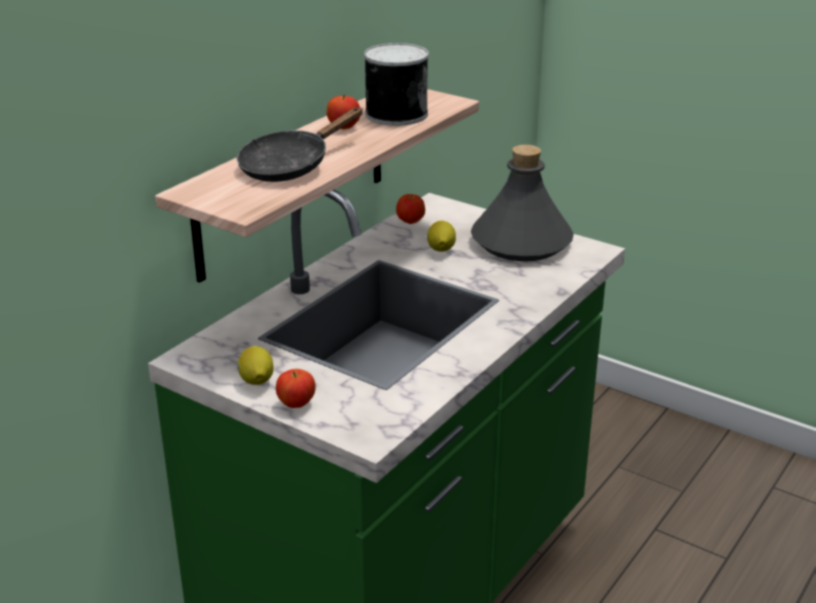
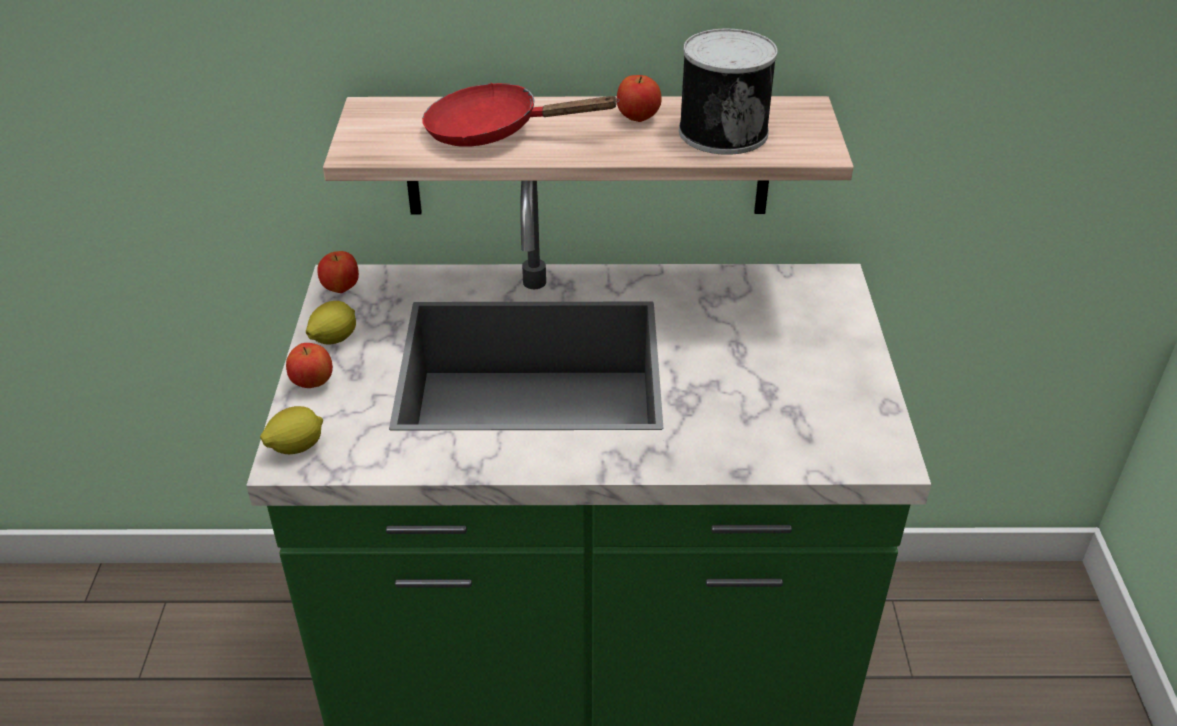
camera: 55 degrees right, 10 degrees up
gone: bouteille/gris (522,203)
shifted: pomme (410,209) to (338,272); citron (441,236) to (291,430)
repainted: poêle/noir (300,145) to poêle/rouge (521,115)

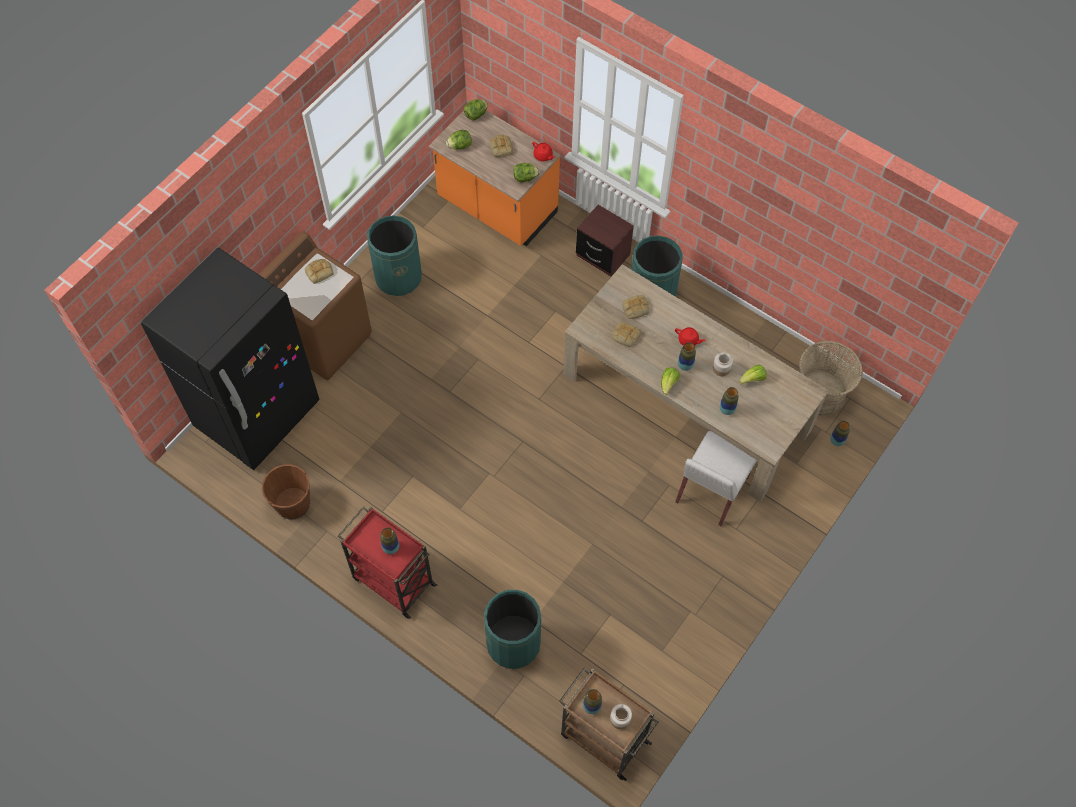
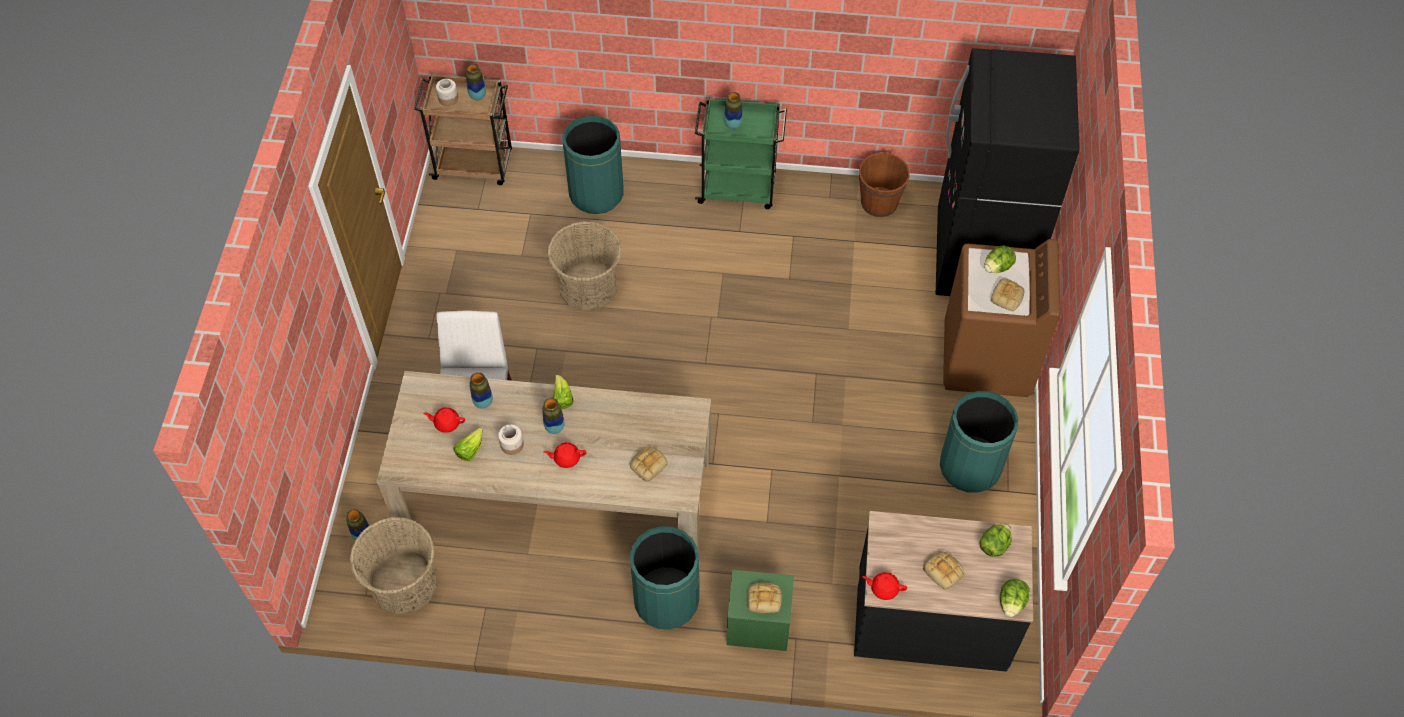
camera: 150 degrees right, 5 degrees down
new: théière/rouge (444,420); panier (584,266)
shifted: laitue (526,172) to (1000,259); pain (626,334) to (764,597)
repainted: chariot/rouge (387,562) to chariot/vert (741,153); comptoir de cuisine/orange (495,178) to comptoir de cuisine/noir (943,591); table de chevet/marron (605,241) to table de chevet/vert (760,610)

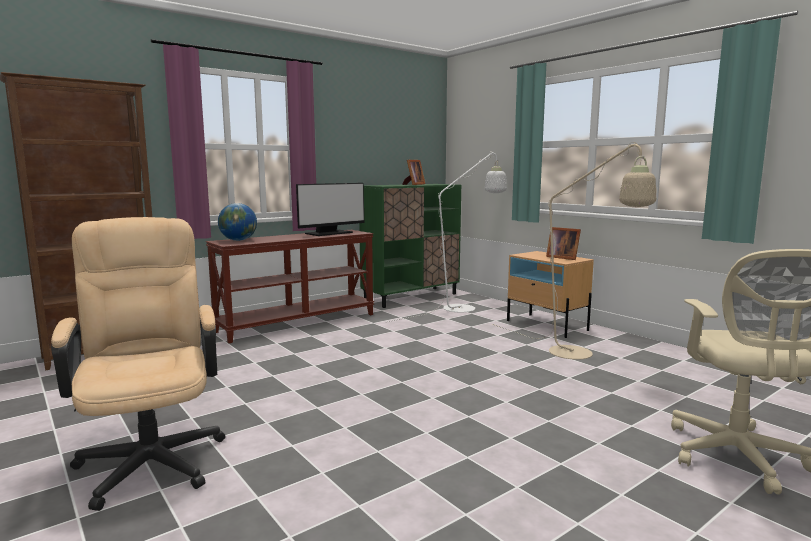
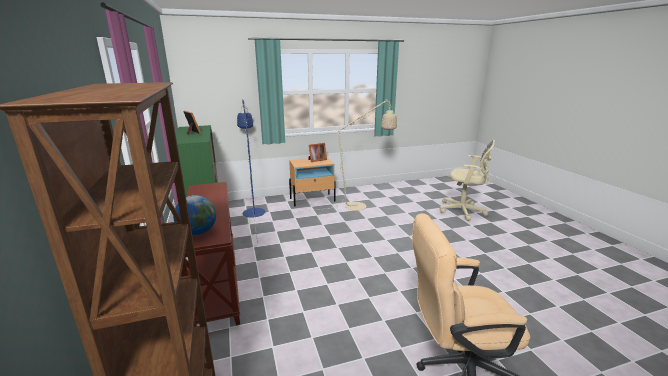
camera: 70 degrees left, 10 degrees up
gone: écran d'ordinateur (330,209)
repainted: lampadaire/blanc (447,236) to lampadaire/bleu (251,170)

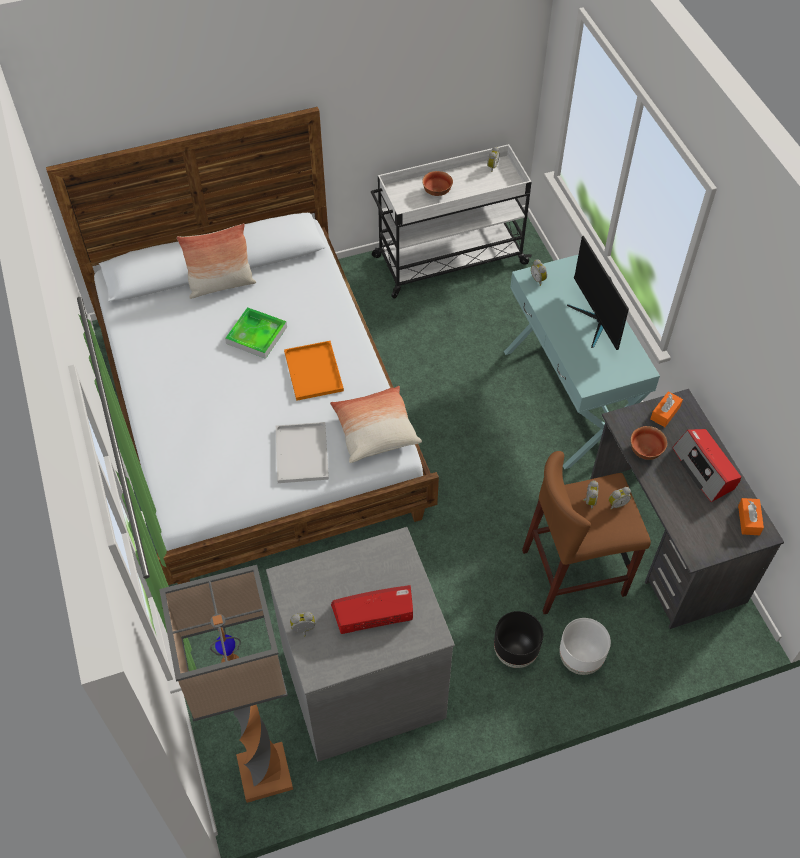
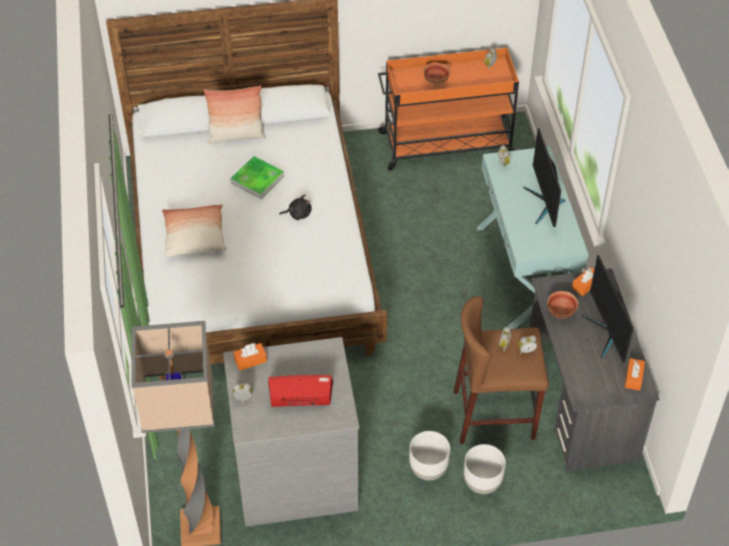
camera: 10 degrees right, 5 degrees down
gone: plateau/blanc (302,452)
new: boîte à mouchoirs/orange (250,357)
shifted: coussin (376,424) to (194,230)
swapped: plateau/orange (314,371) to peluche/noir (295,207); radio (707,466) to écran d'ordinateur (608,309)
repainted: chariot/blanc (451,221) to chariot/orange (449,109); cache-pot/noir (518,639) to cache-pot/blanc (429,455)

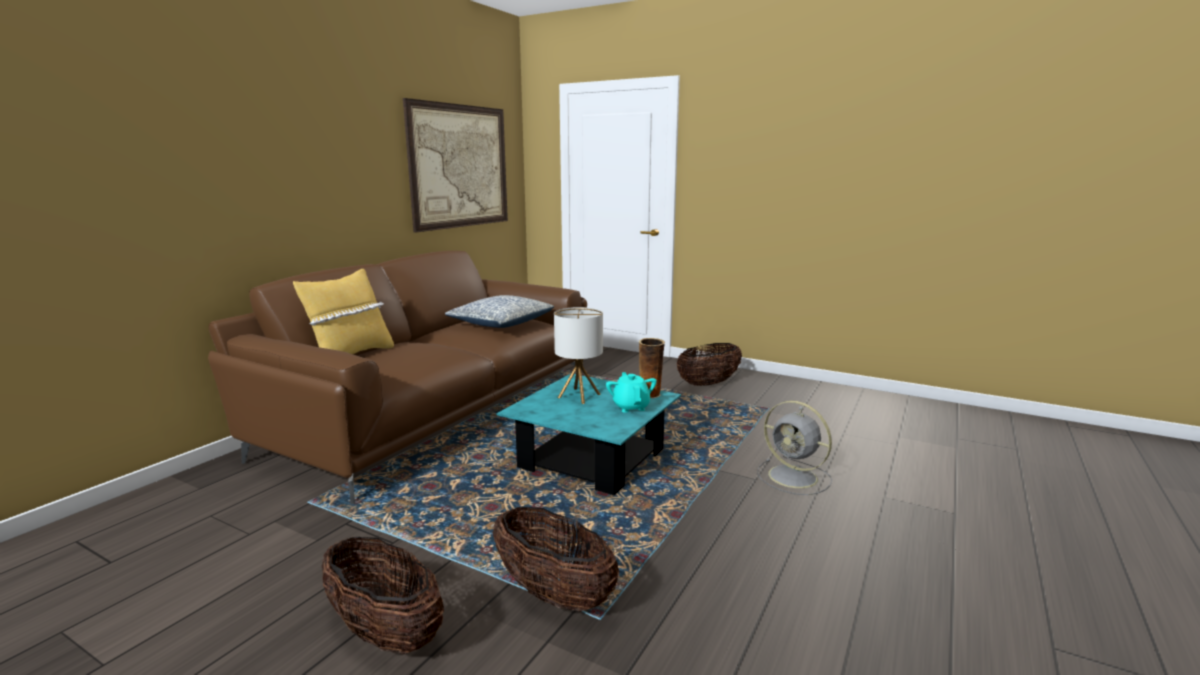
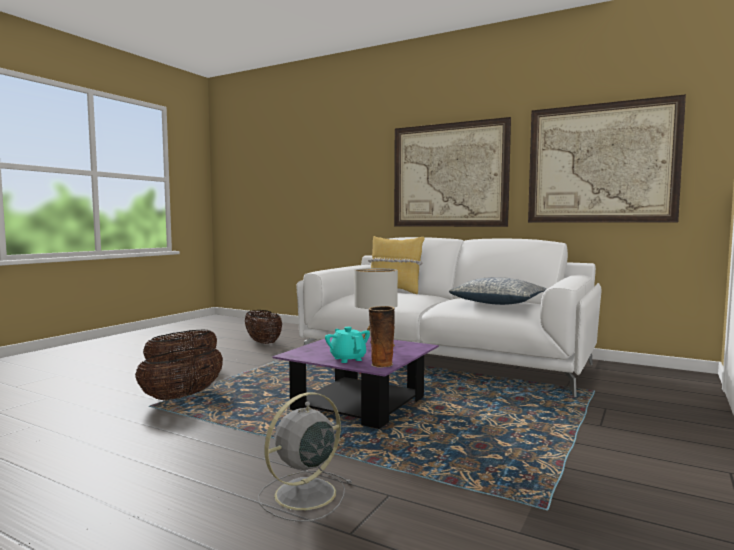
camera: 90 degrees right, 10 degrees down
new: tableau (452,172)
shifted: panier (709,364) to (263,327)
repainted: canapé/marron (397,377) to canapé/blanc (449,317); table basse/turquoise (588,434) to table basse/violet (355,383)
rotated: théière/turquoise (631,392) = (347,345) 105 degrees counterclockwise

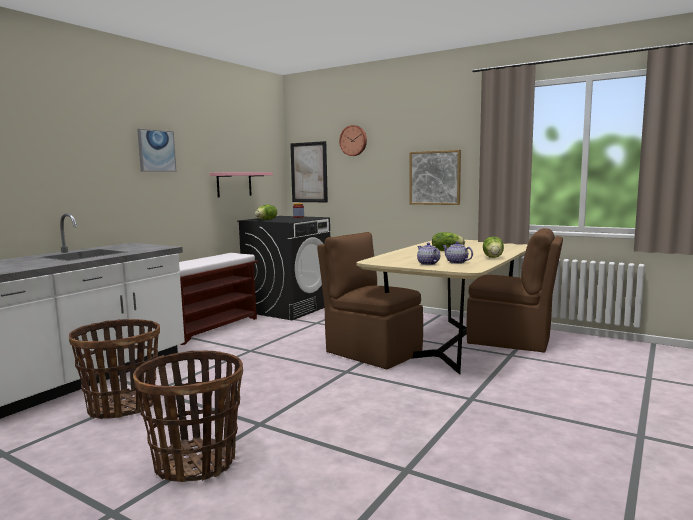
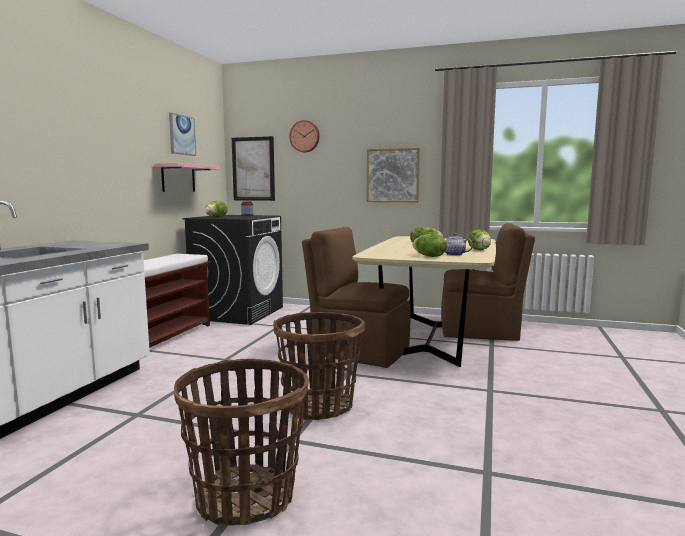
camera: 15 degrees left, 0 degrees up
shifted: panier (114,369) to (319,366); tableau (157,150) to (182,134)
swapped: théière (428,254) to laitue (429,245)

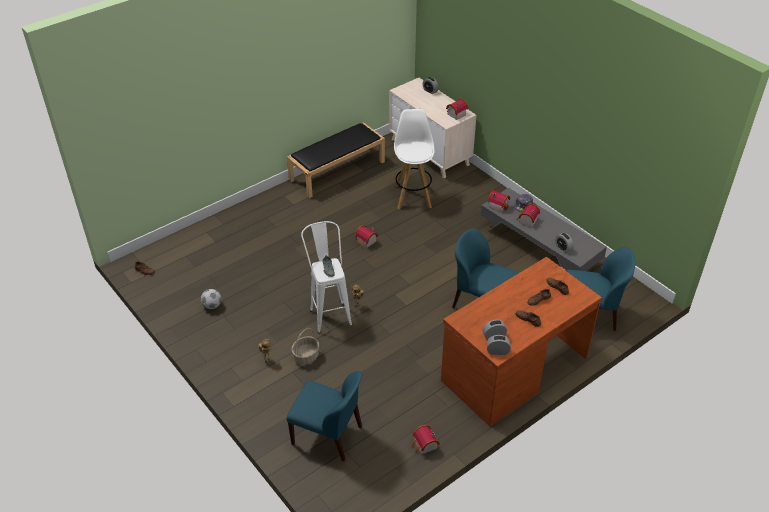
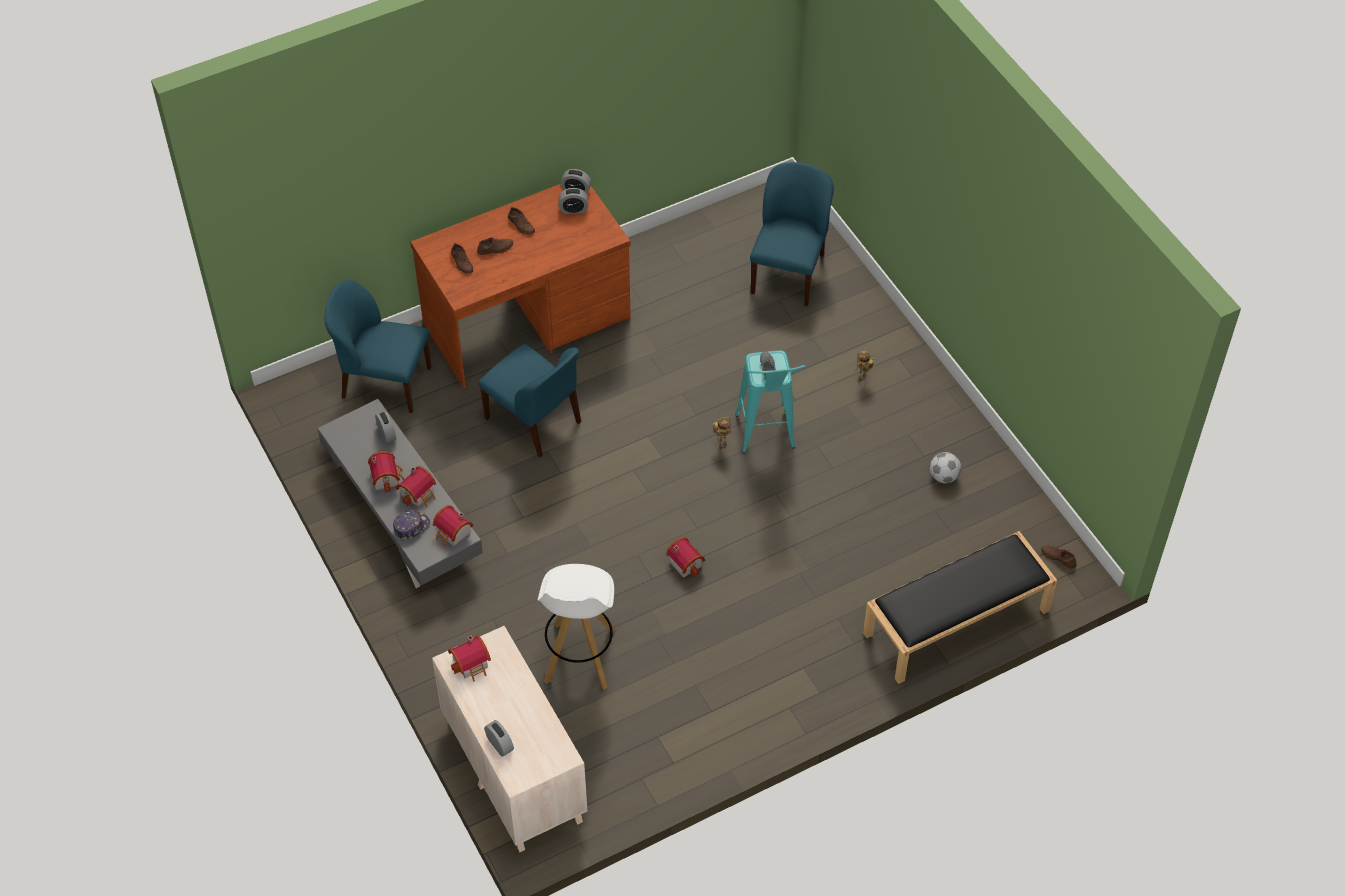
camera: 170 degrees left, 10 degrees up
gone: panier (305,346)
shifted: banc/noir (336,160) to (960,607); maison miniature (425,439) to (386,472)
repainted: tabouret/blanc (326,277) to tabouret/turquoise (770,402)
rotated: chaise/bleu (324,416) = (792,234) 75 degrees clockwise

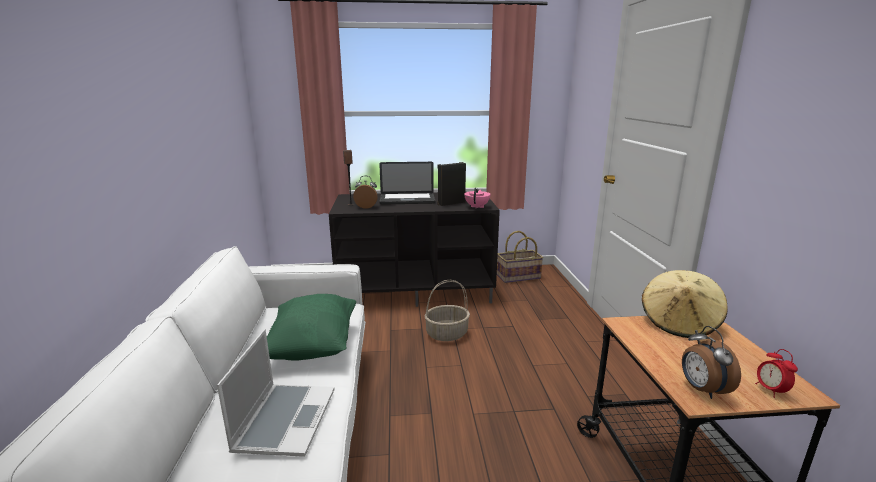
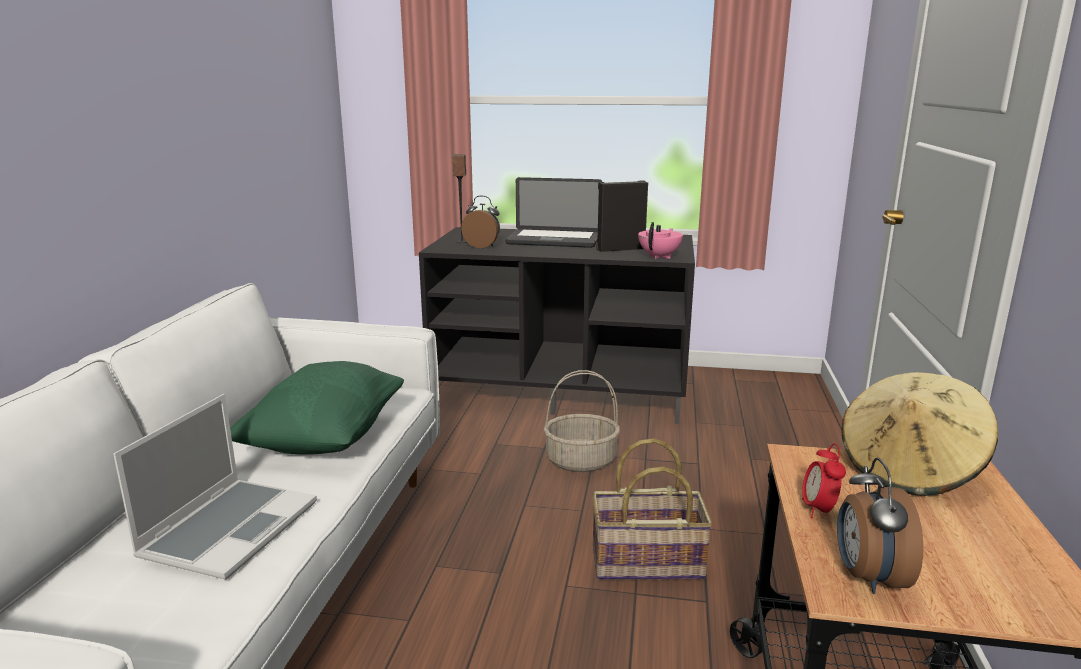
camera: 15 degrees right, 0 degrees up
shifted: panier (520,257) to (652,509); réveil (776,373) to (824,480)

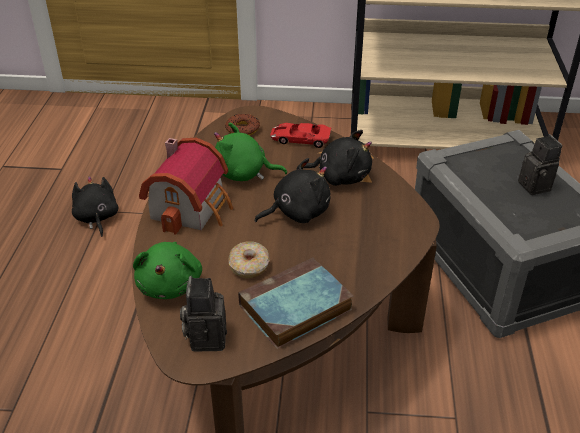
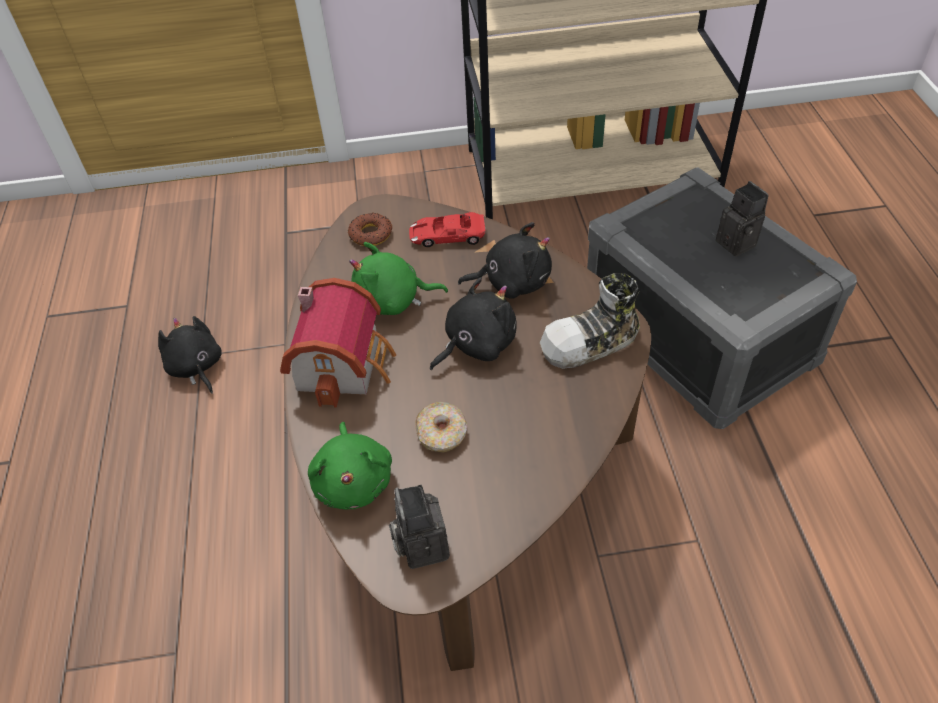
camera: 10 degrees left, 10 degrees up
gone: livre (295,303)
new: chaussure (590,321)

